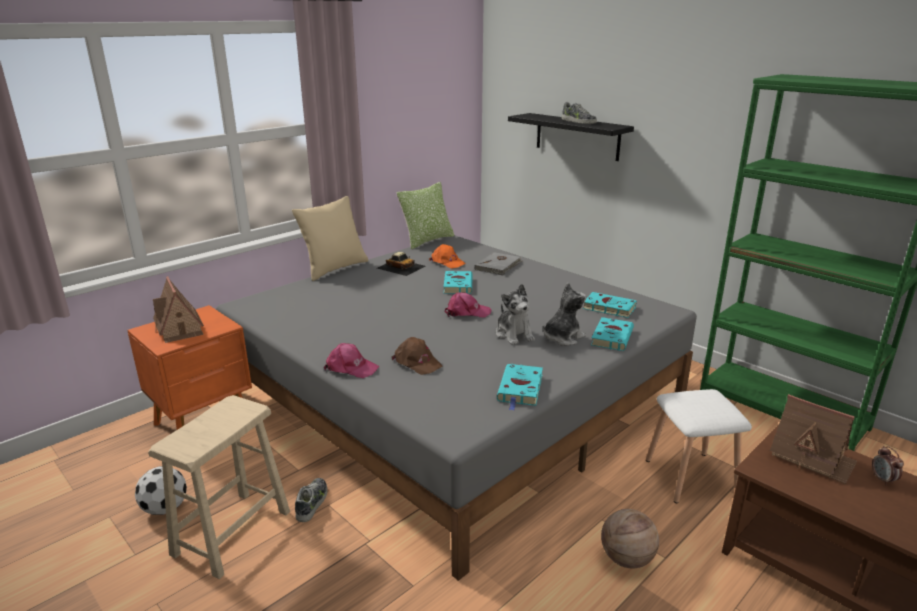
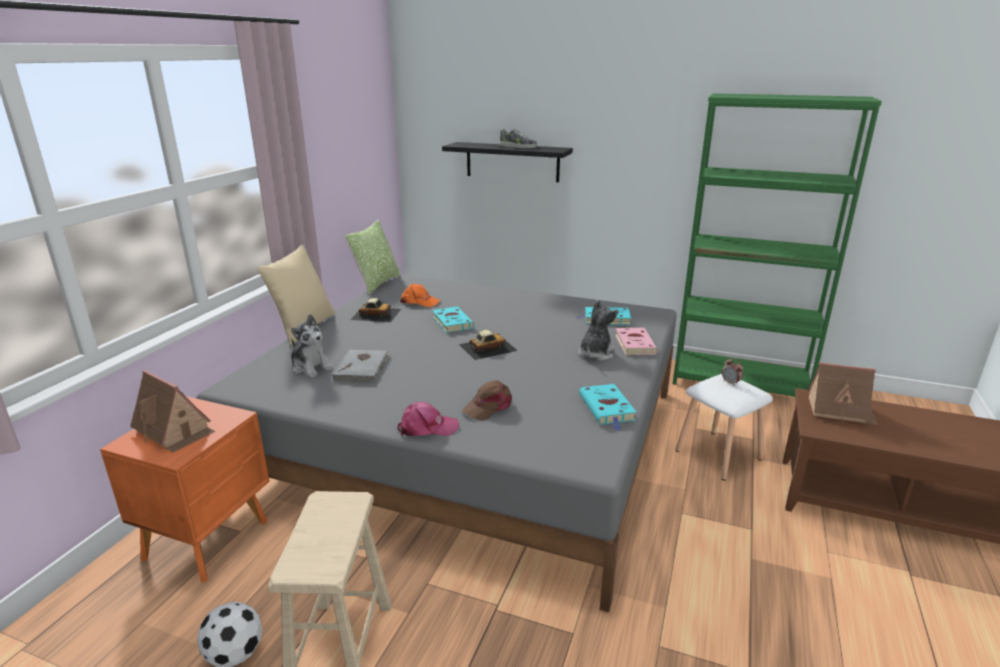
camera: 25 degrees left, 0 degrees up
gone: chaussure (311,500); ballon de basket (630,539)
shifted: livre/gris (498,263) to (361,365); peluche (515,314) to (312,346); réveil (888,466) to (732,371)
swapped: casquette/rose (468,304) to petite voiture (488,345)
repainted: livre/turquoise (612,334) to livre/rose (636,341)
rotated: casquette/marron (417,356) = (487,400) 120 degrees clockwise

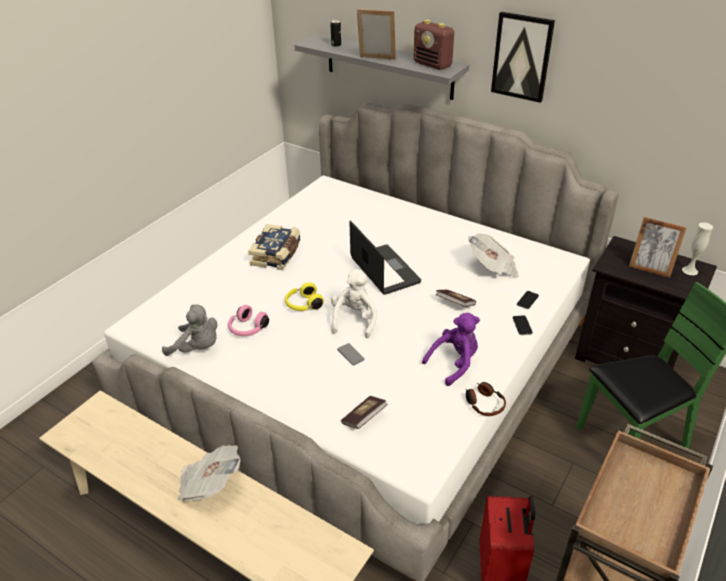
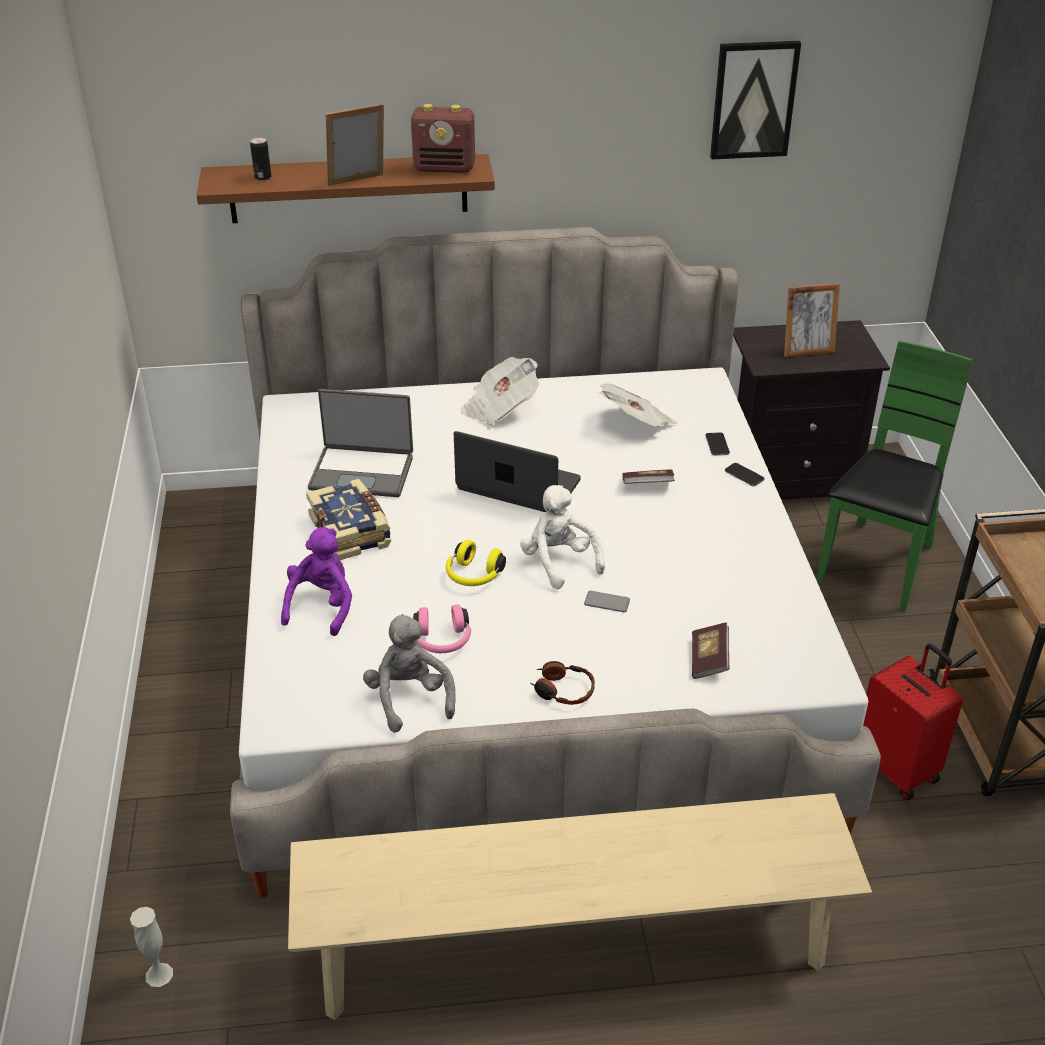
camera: 40 degrees left, 0 degrees up
new: ordinateur portable (360,443)
shifted: journal (209,473) to (500,391); peluche/violet (451,349) to (316,581); casque audio (486,399) to (562,683); tableau (523,57) to (755,100); vase/blanc (697,248) to (151,947)
repainted: étagère/gris (381,67) to étagère/marron (345,188)
rotated: peluche/gris (189,330) = (409,673) 90 degrees counterclockwise

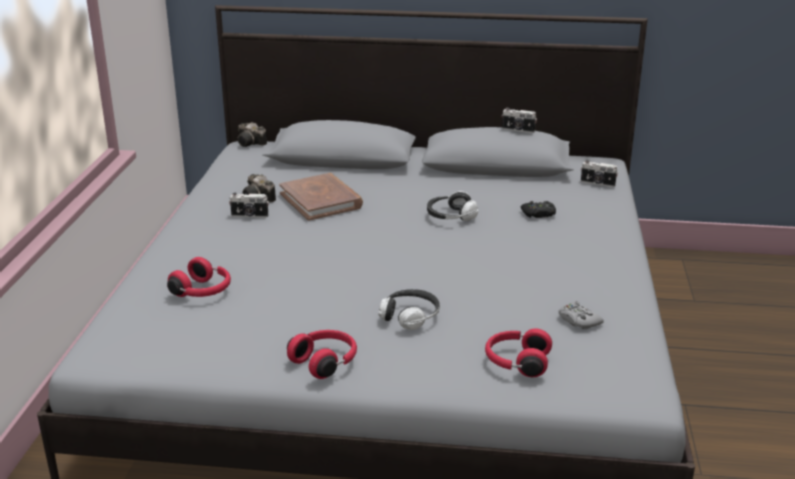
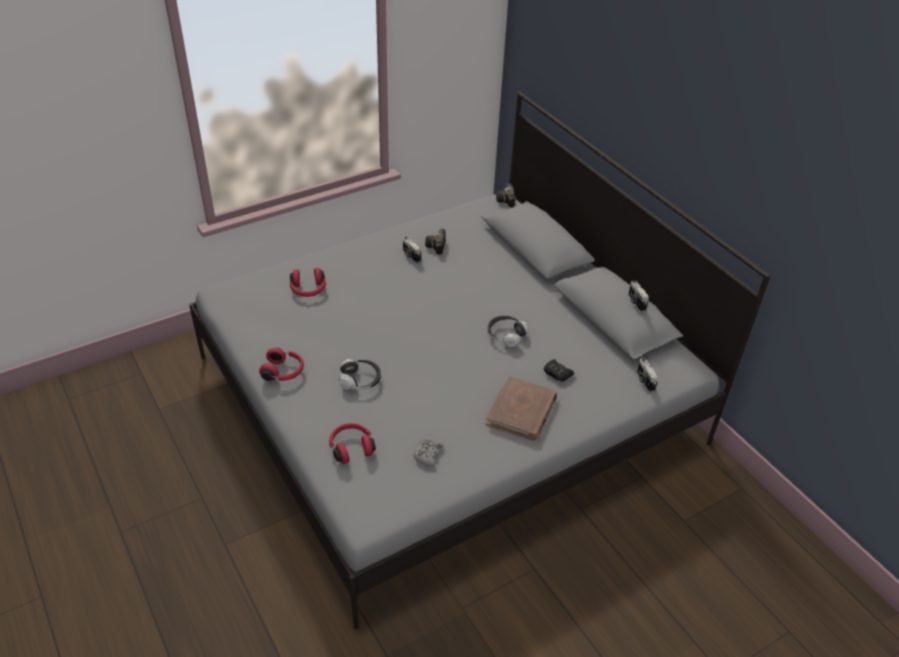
camera: 50 degrees right, 15 degrees up
shifted: livre/marron (321,197) to (521,408)

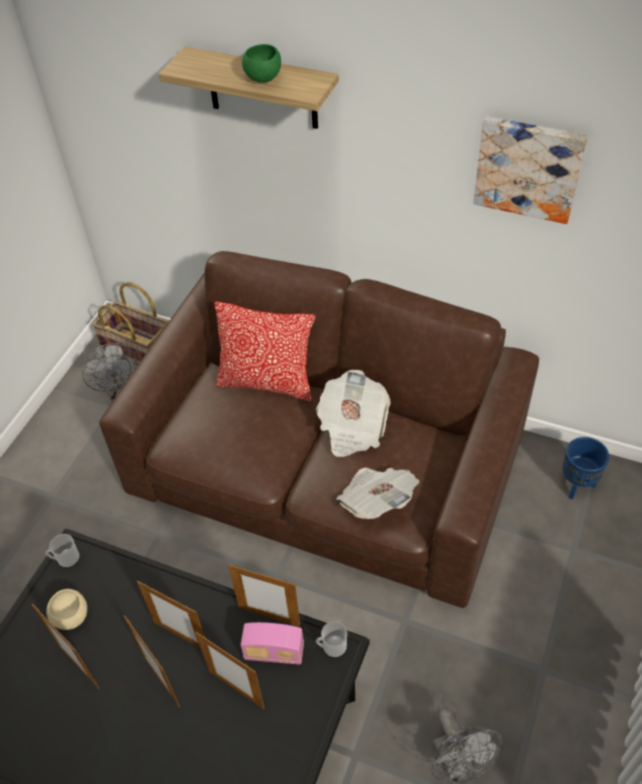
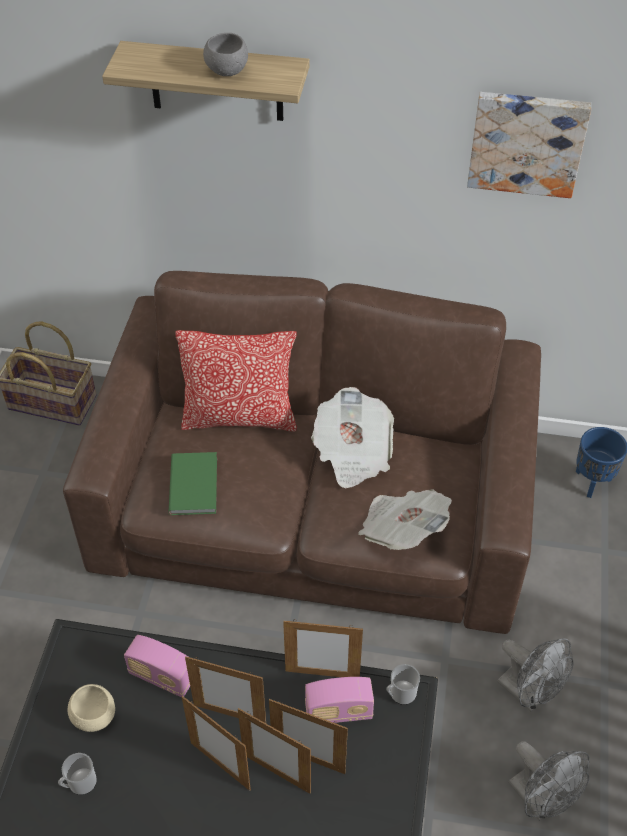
camera: 15 degrees left, 0 degrees up
new: radio (157,666); livre/vert (193,483)
shifted: cadre photo (65,646) to (274,751); mug (62,551) to (77,774); ventilateur/gris (109,372) to (535,675)
repainted: bol/vert (261,63) to bol/gris (225,54)

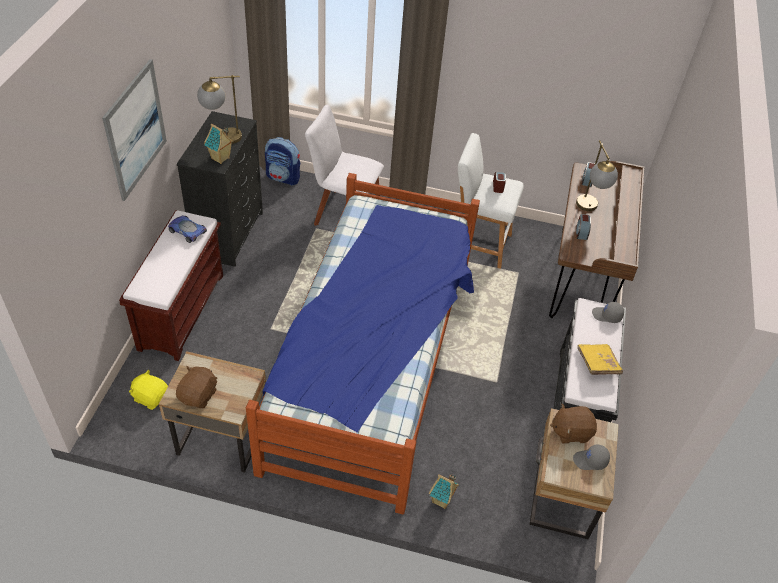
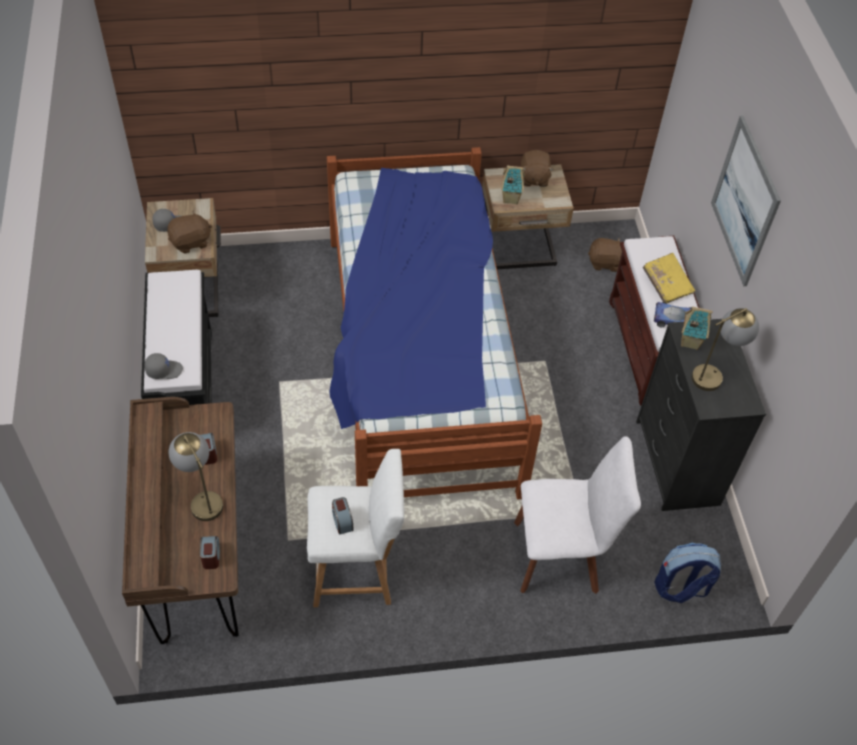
camera: 160 degrees right, 5 degrees up
shifted: maison miniature (444,491) to (513,185); livre/jaune (600,359) to (669,278)
repainted: peluche/jaune (148,390) to peluche/marron (605,254)

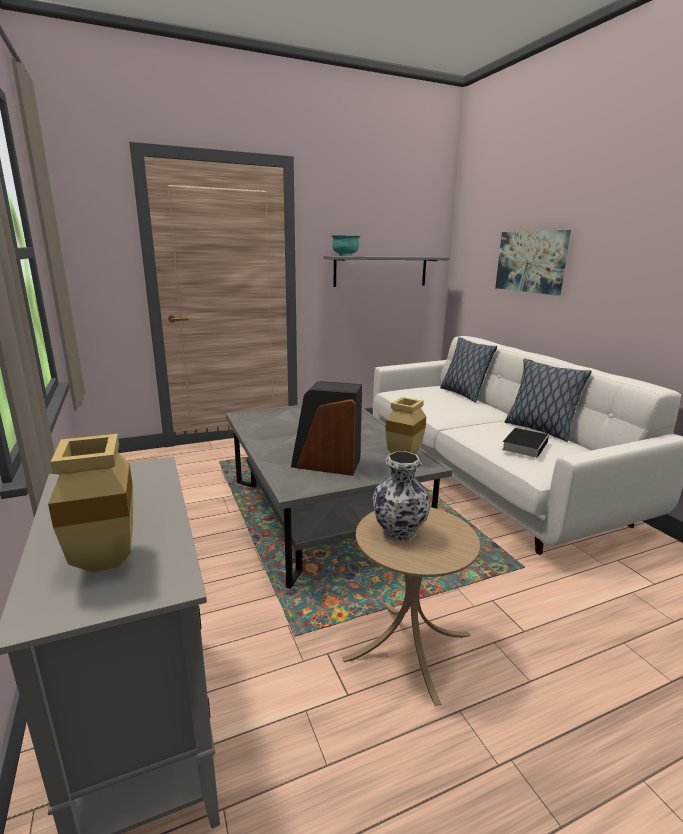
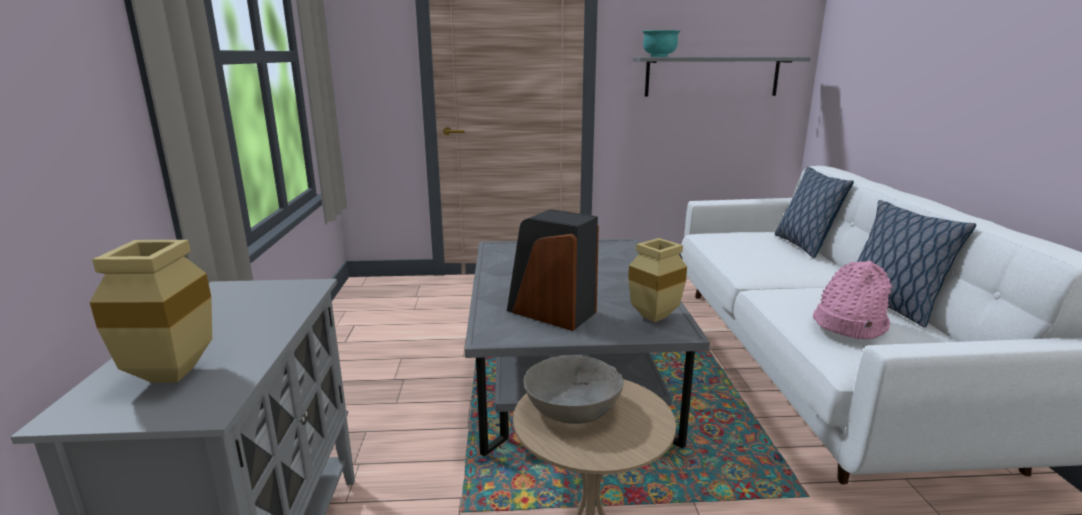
camera: 20 degrees right, 0 degrees up
gone: tableau (533,262)
swapped: vase (401,497) to bol/gris (574,390); livre (525,443) to chapeau/rose (852,300)

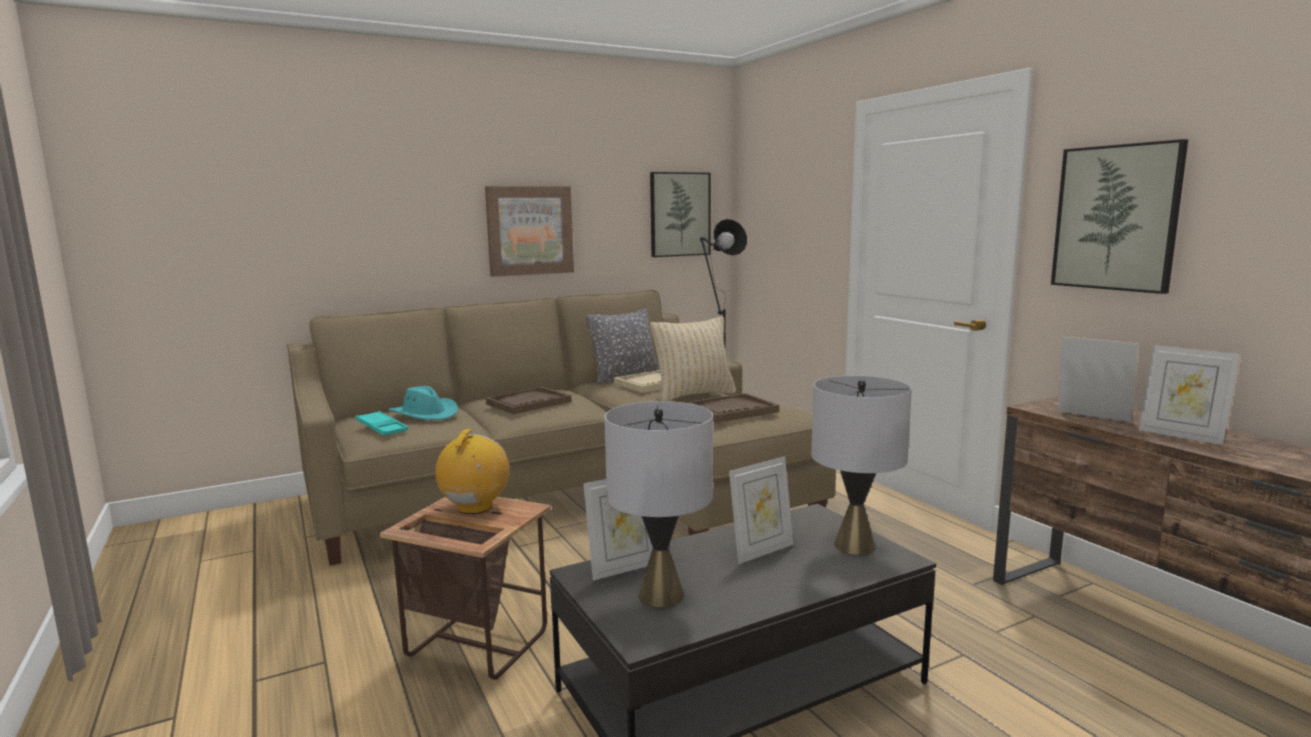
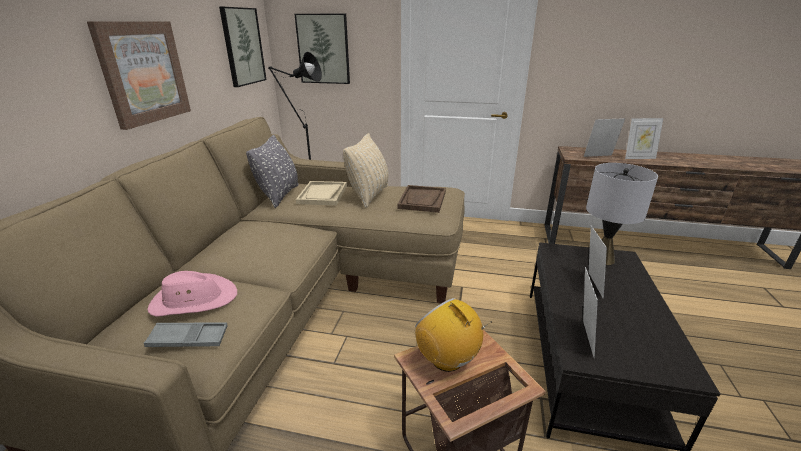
camera: 50 degrees left, 15 degrees up
gone: plateau/marron (528,400); lampe de table/gris (658,504)
shifted: tableau (1119,216) to (322,49)
repainted: plateau/turquoise (382,423) to plateau/gris (186,334); chapeau/turquoise (423,403) to chapeau/rose (192,294)

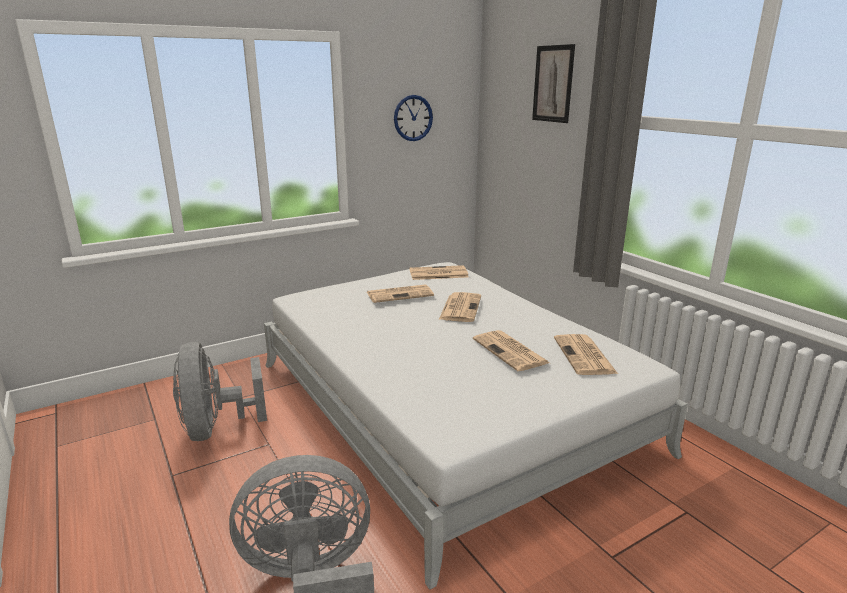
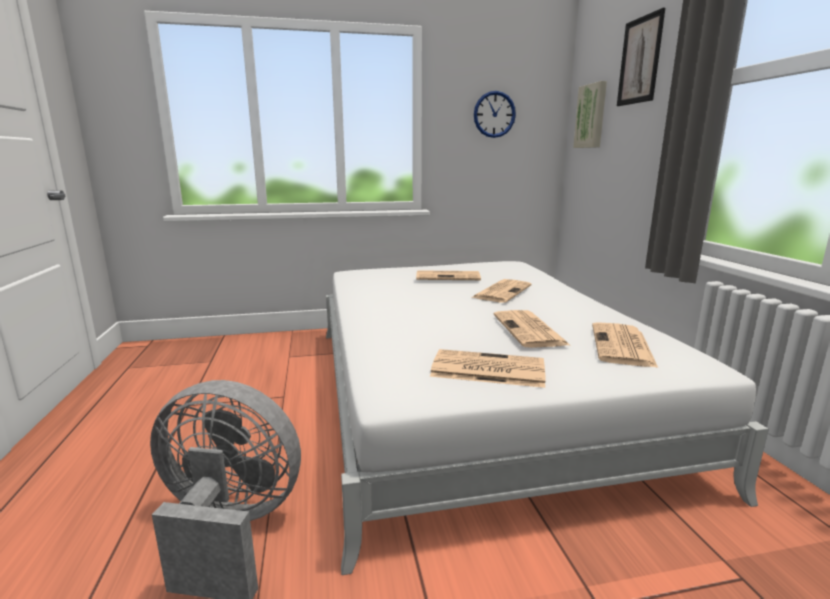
camera: 20 degrees right, 5 degrees down
gone: ventilateur/gris (220,391)
new: tableau (590,114)
shifted: journal (438,272) to (487,368)

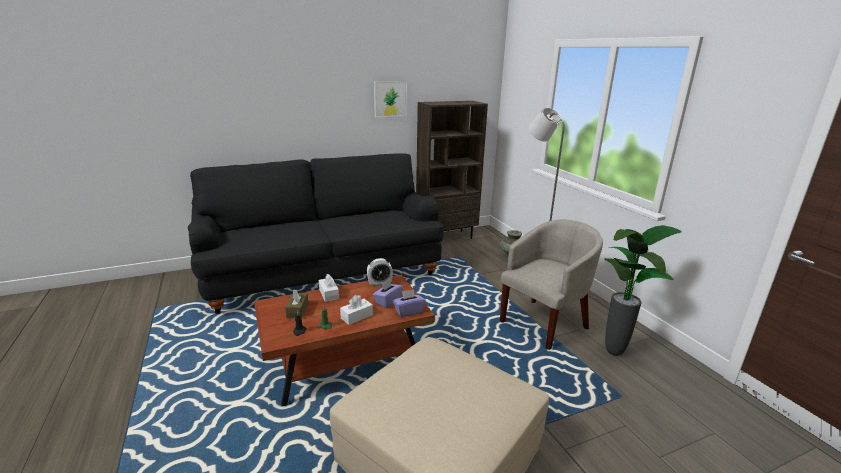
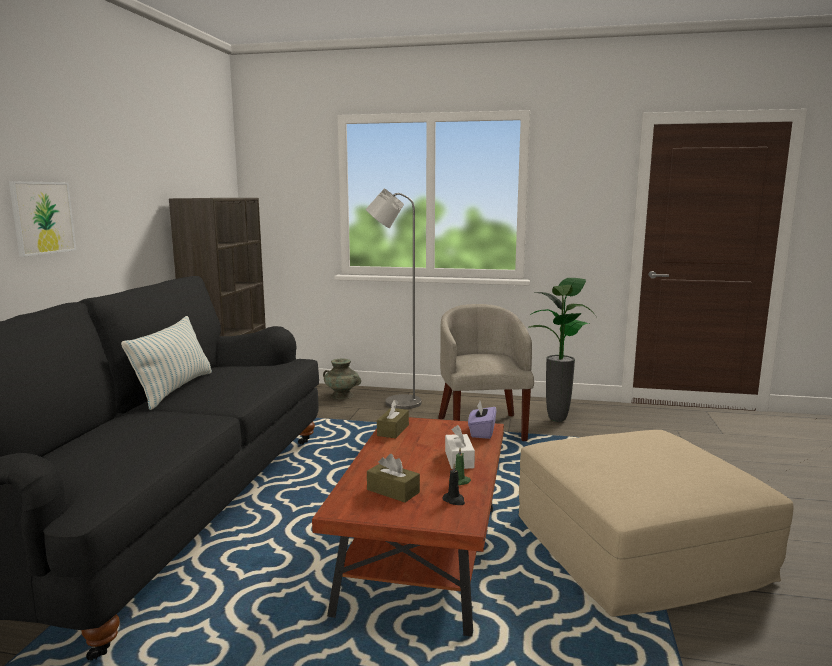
camera: 55 degrees left, 10 degrees down
gone: boîte à mouchoirs/blanc (329,288); boîte à mouchoirs/violet (388,293)
new: coussin (166,363)
shifted: tableau (390,99) to (42,219)
swapped: réveil (380,272) to boîte à mouchoirs/marron (393,419)

